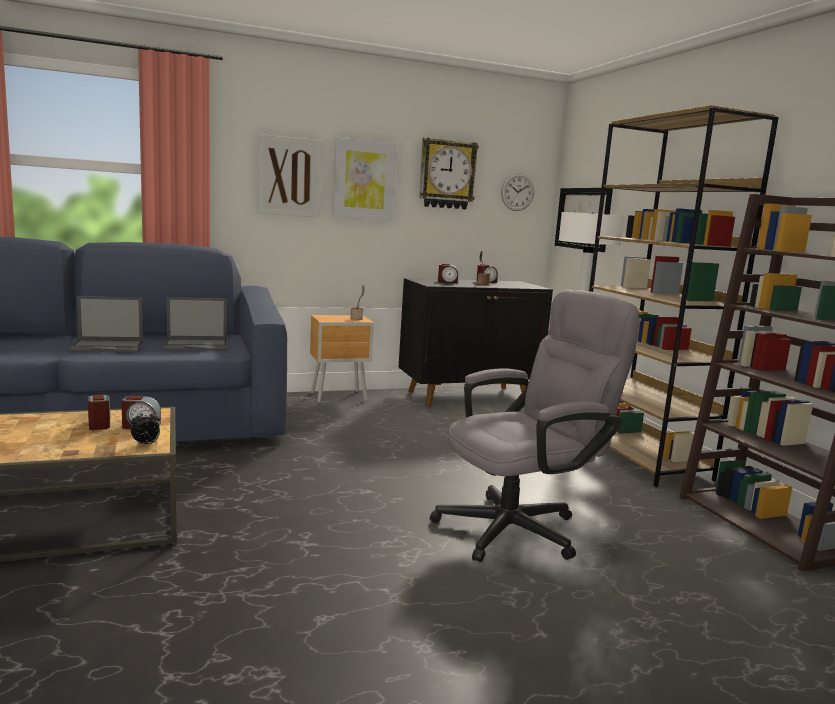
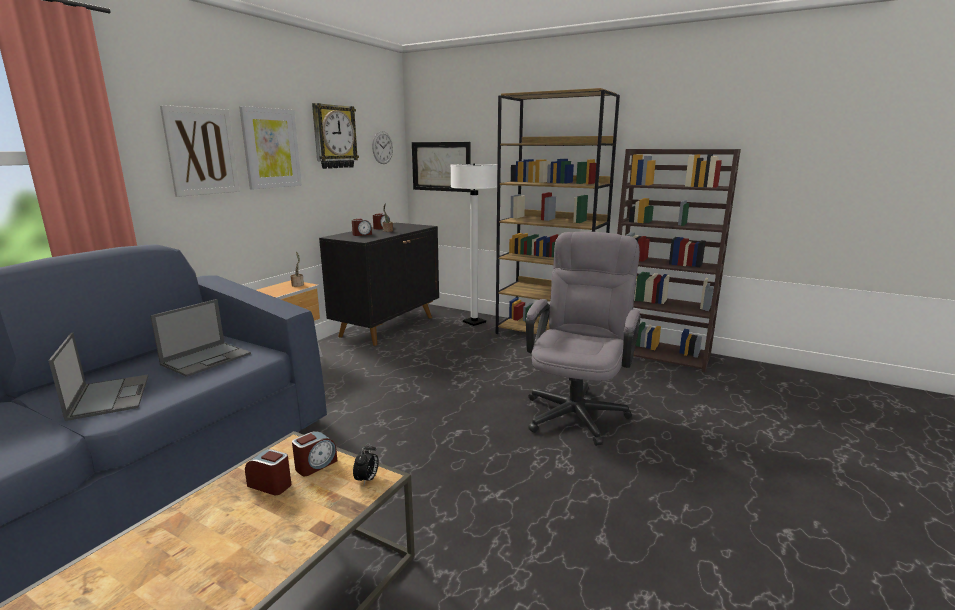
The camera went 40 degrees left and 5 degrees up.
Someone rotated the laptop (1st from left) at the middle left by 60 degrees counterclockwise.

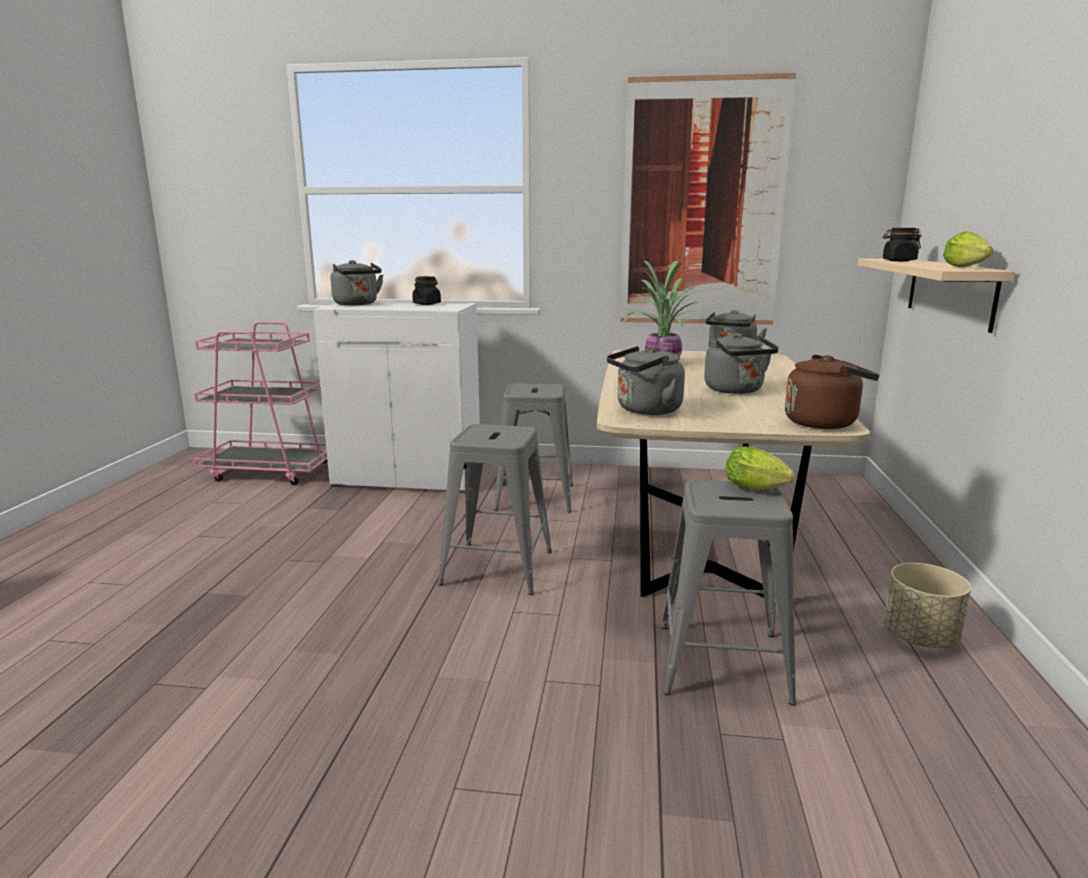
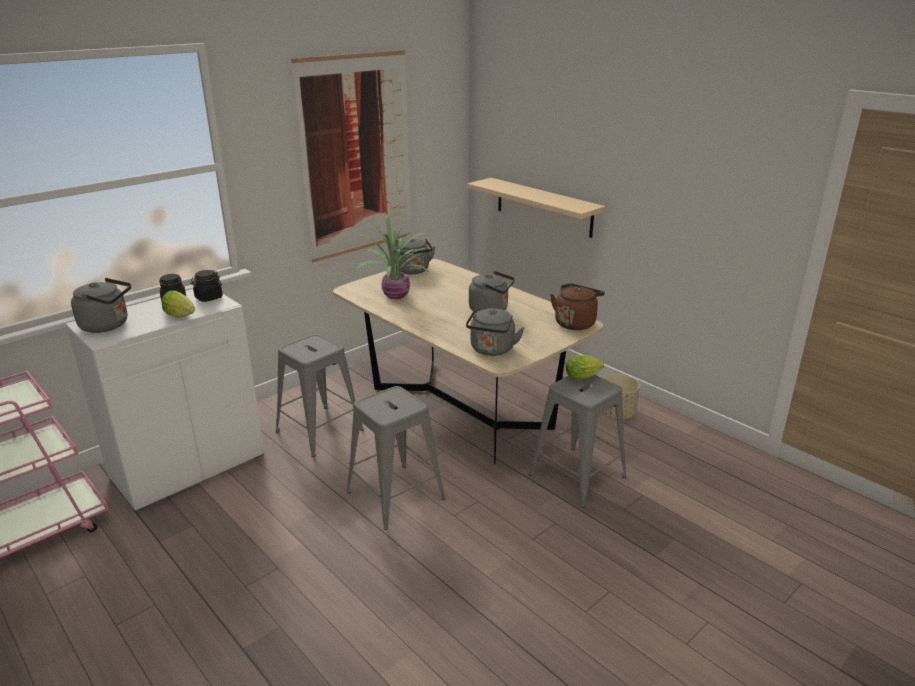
The camera went 50 degrees left and 10 degrees up.
Someone carried the black jar (2nd from left) from the top right to the middle left.
Someone carried the lettuce (2nd from left in the first image) from the top right to the middle left.

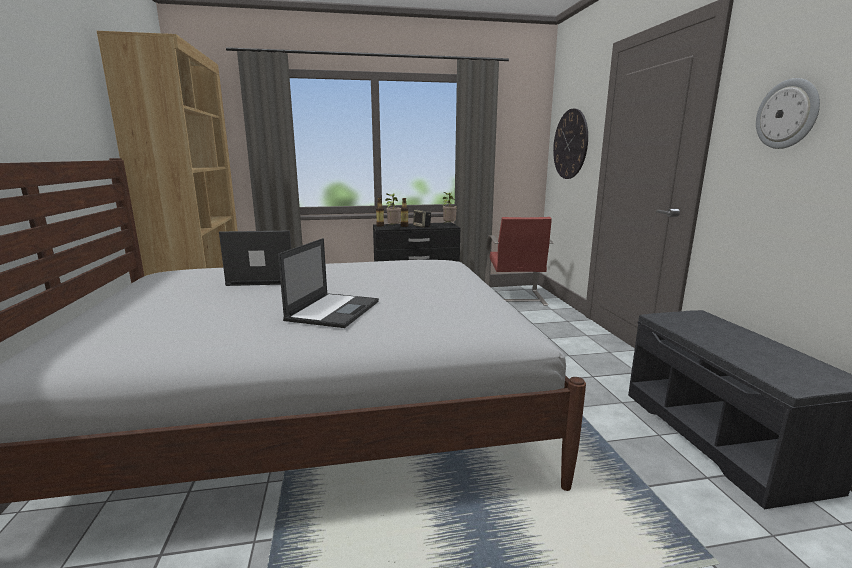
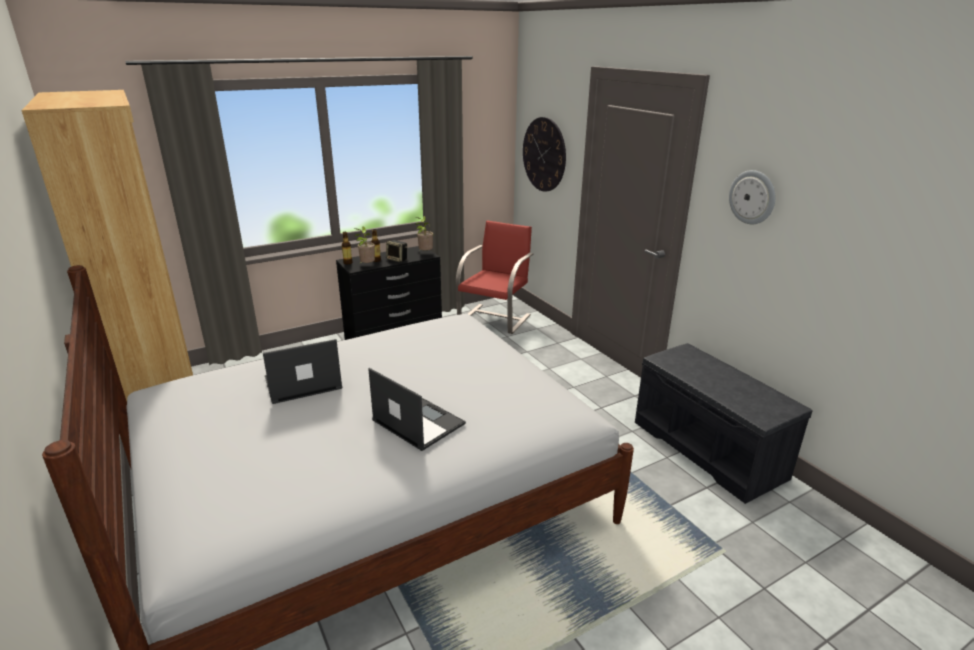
The camera went 20 degrees left and 10 degrees up.
Someone rotated the red chair at the centre by 135 degrees counterclockwise.
Someone rotated the laptop (2nd from left) at the centre by 45 degrees counterclockwise.

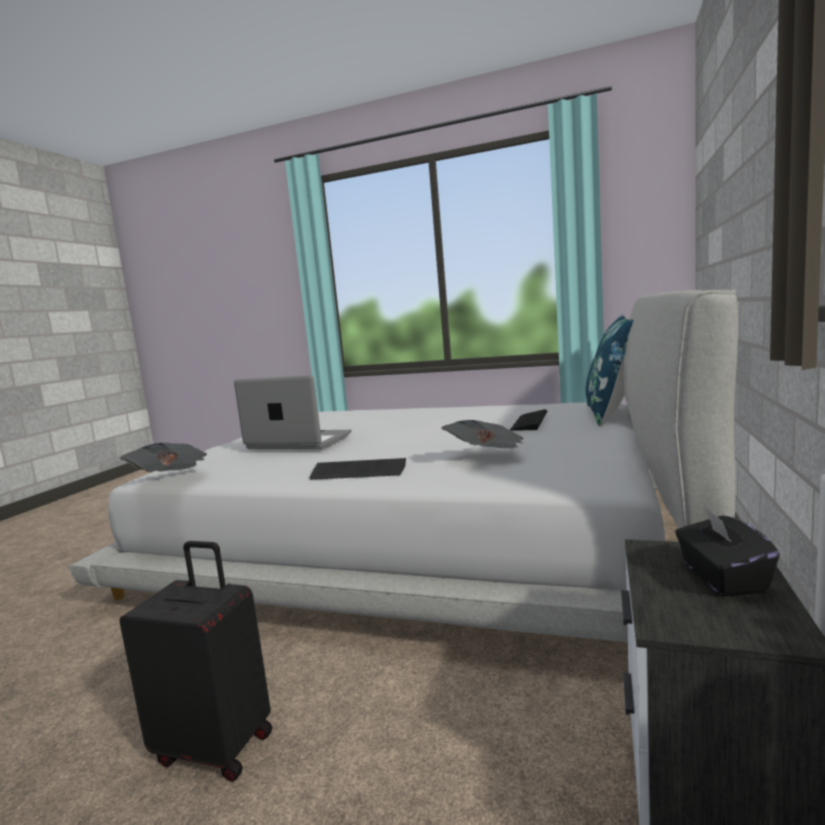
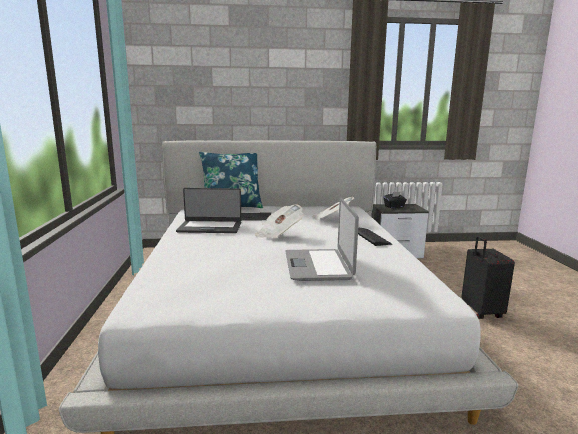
The camera went 115 degrees left and 5 degrees up.
Someone carried the newspaper (1st from left) from the middle left to the centre.
Someone put down the laptop (1st from left) at the centre.

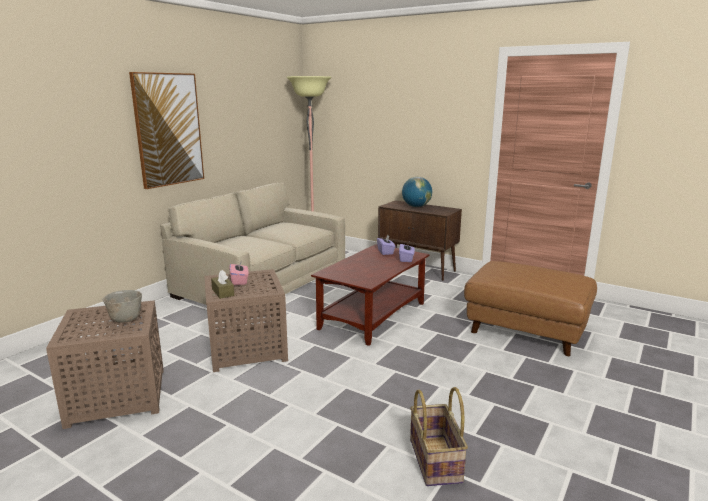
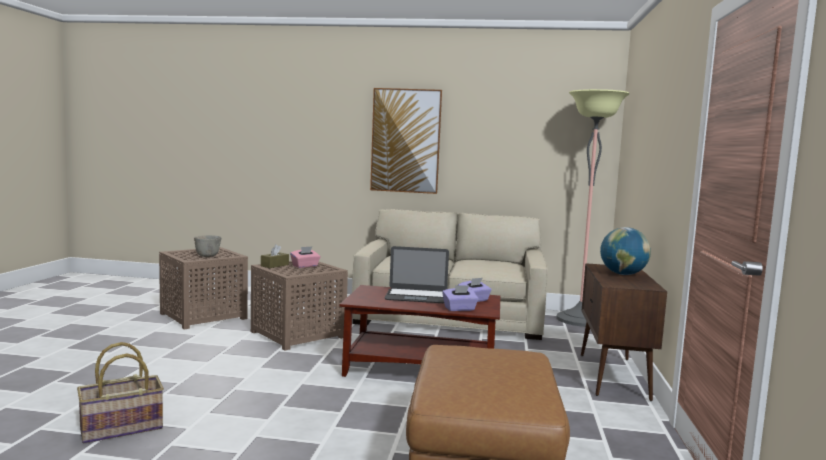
The camera went 65 degrees right and 10 degrees down.
Someone put down the laptop at the centre.

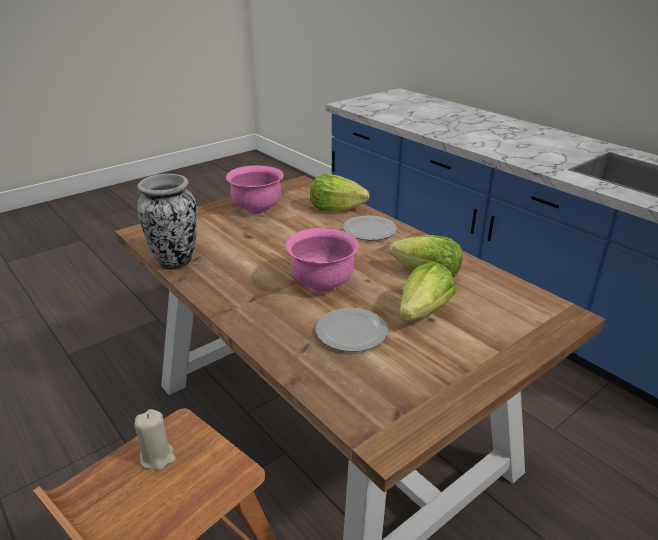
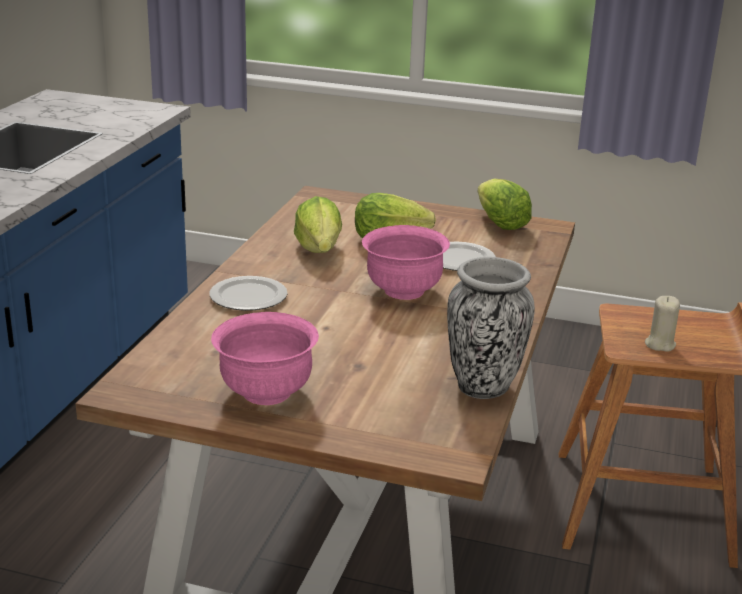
The camera went 125 degrees left and 5 degrees down.
Someone carried the lettuce (1st from left in the first image) from the centre to the middle right.

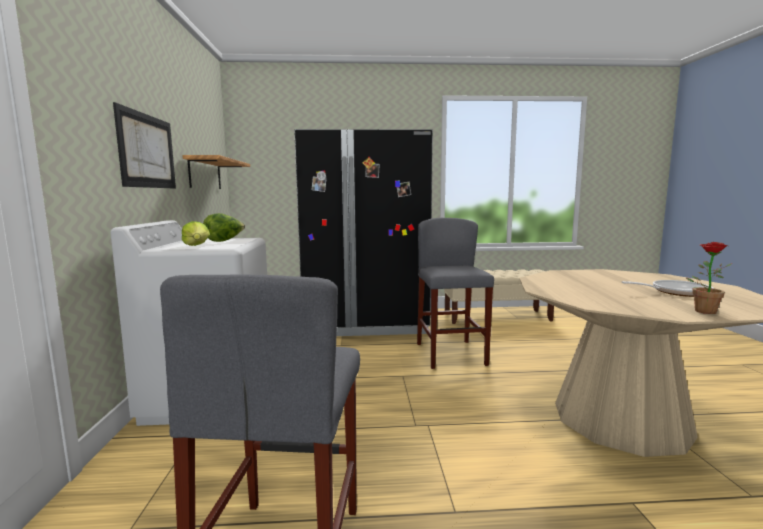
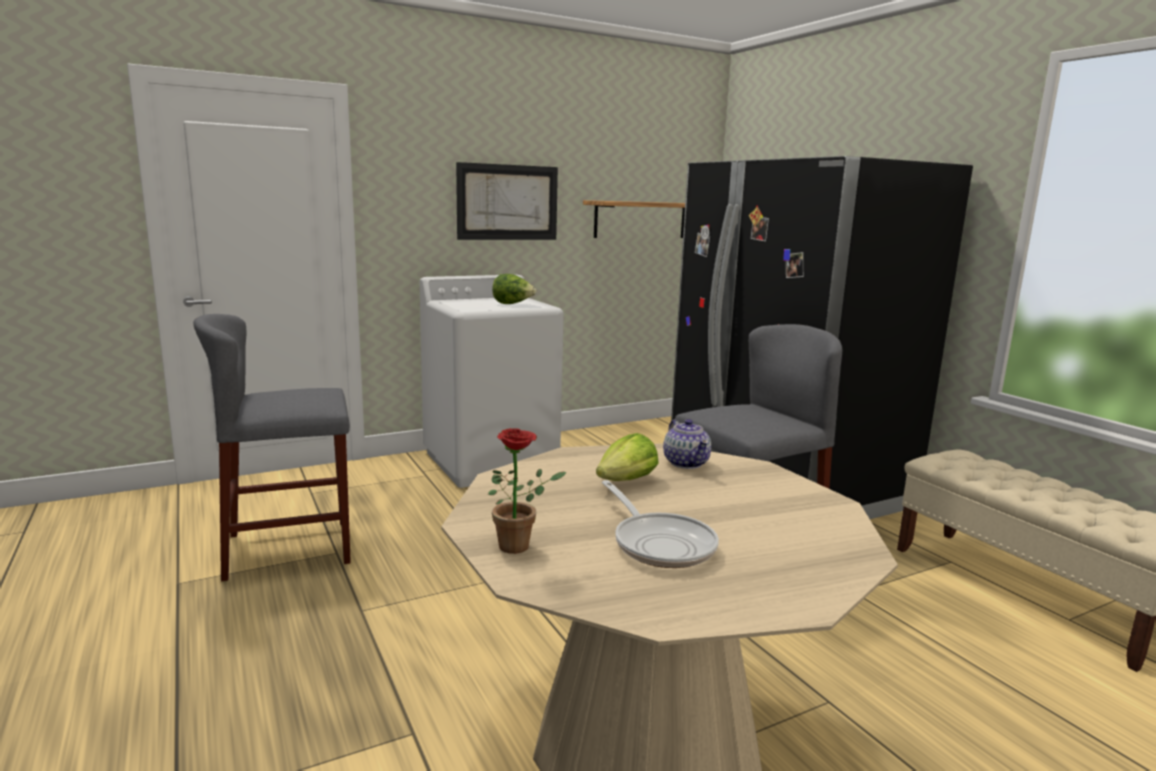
The camera went 65 degrees right and 5 degrees up.
Someone carried the lettuce (1st from left in the first image) from the middle left to the centre.
Someone put down the teapot at the centre.

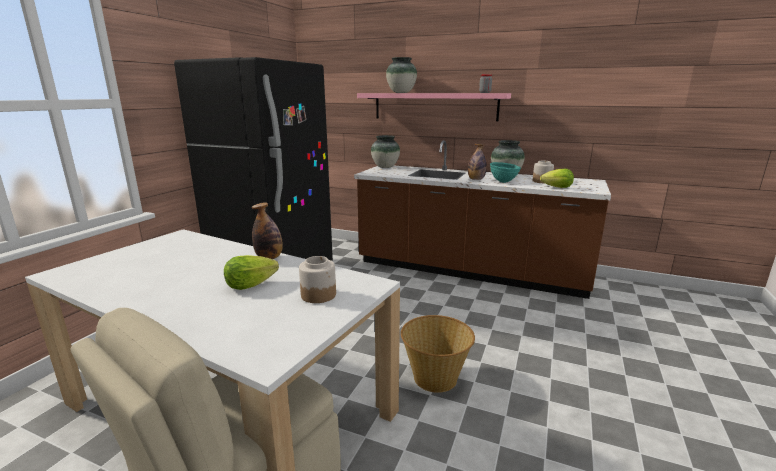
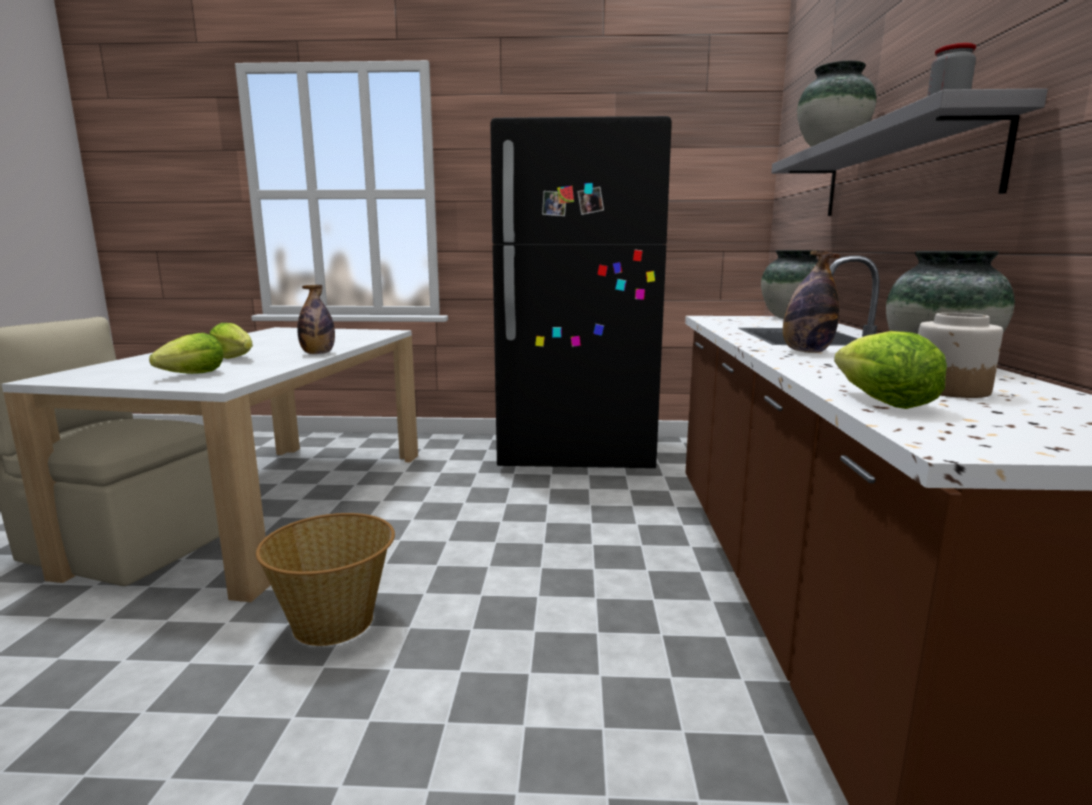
The camera went 70 degrees right and 5 degrees down.
Someone repainted the pink shelf at the top centre, which became the grey shelf at the top right.
Someone took away the turquoise bowl at the centre.
Someone swapped the jar (1st from left) at the centre for the lettuce (1st from left) at the middle left.

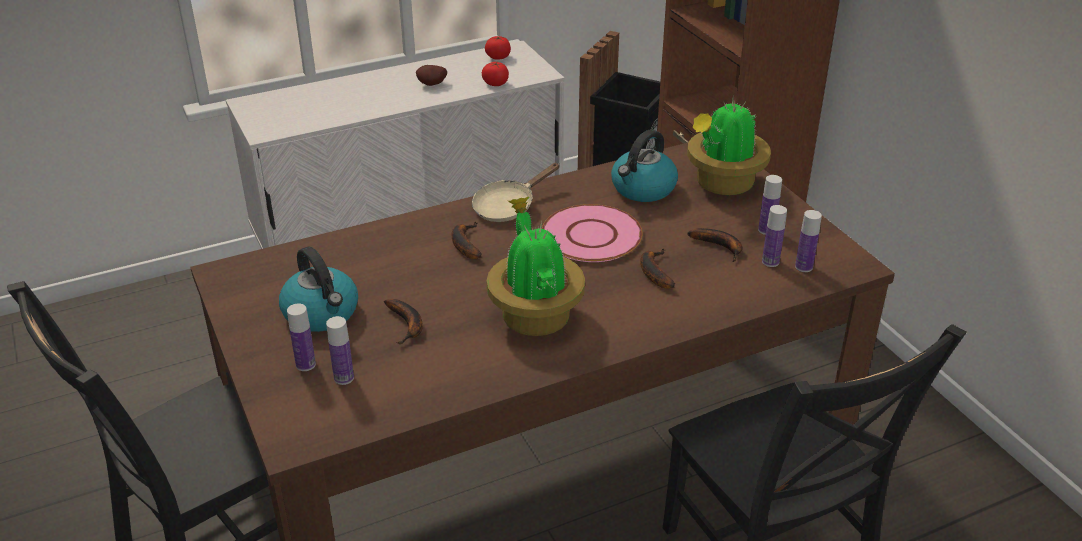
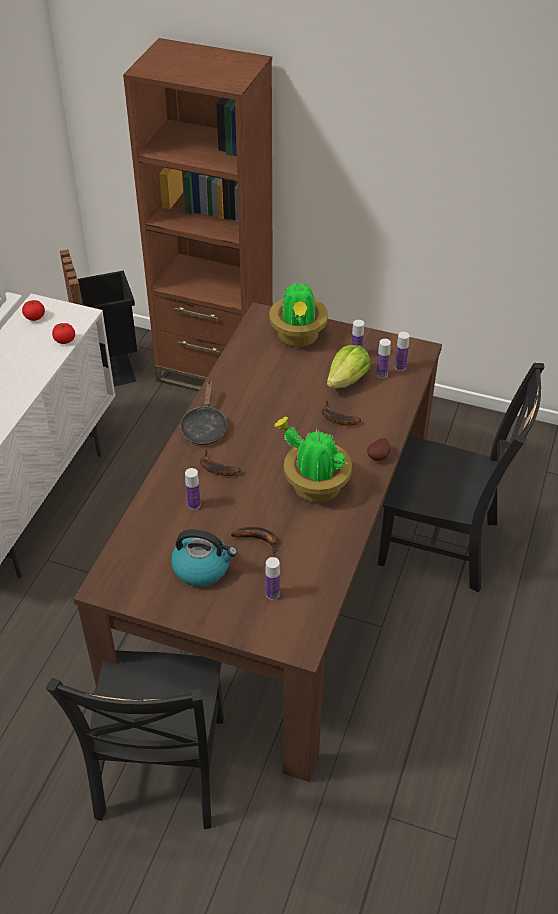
The camera went 45 degrees left and 10 degrees up.
Someone carried the potato from the top centre to the middle right.
Someone took away the kettle (2nd from left) at the top centre.
Someone repainted the beige frying pan at the centre, which became the black frying pan at the centre.
Someone took away the pink plate at the centre.
Someone swapped the banana (4th from left) at the centre for the lettuce at the centre.
Someone carried the bottle (1st from left) from the middle left to the centre.

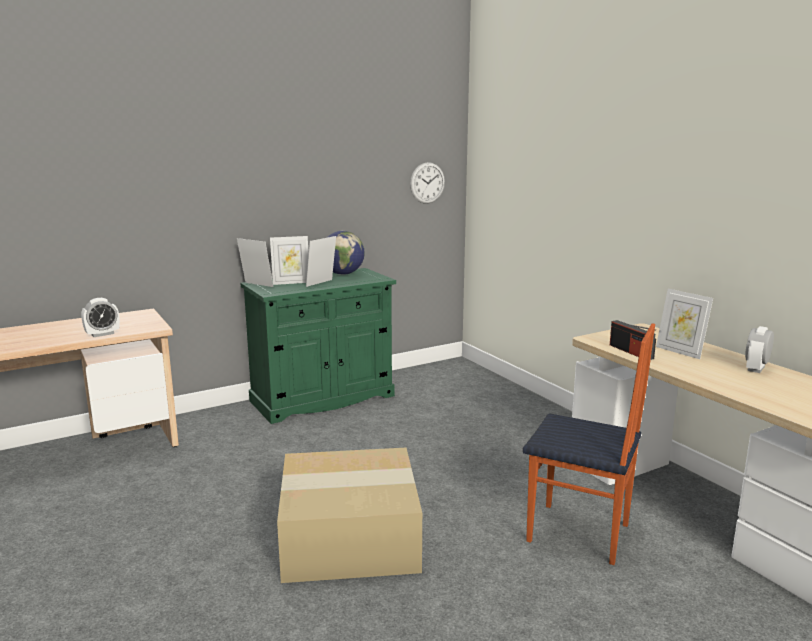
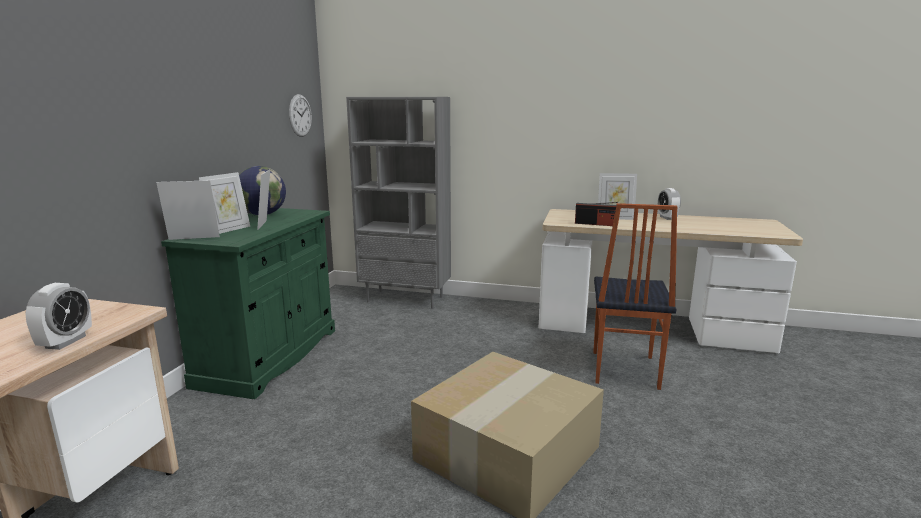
The camera went 45 degrees left and 0 degrees up.
Someone rotated the chair at the bottom right by 120 degrees clockwise.
Someone put down the grey bookcase at the centre.

